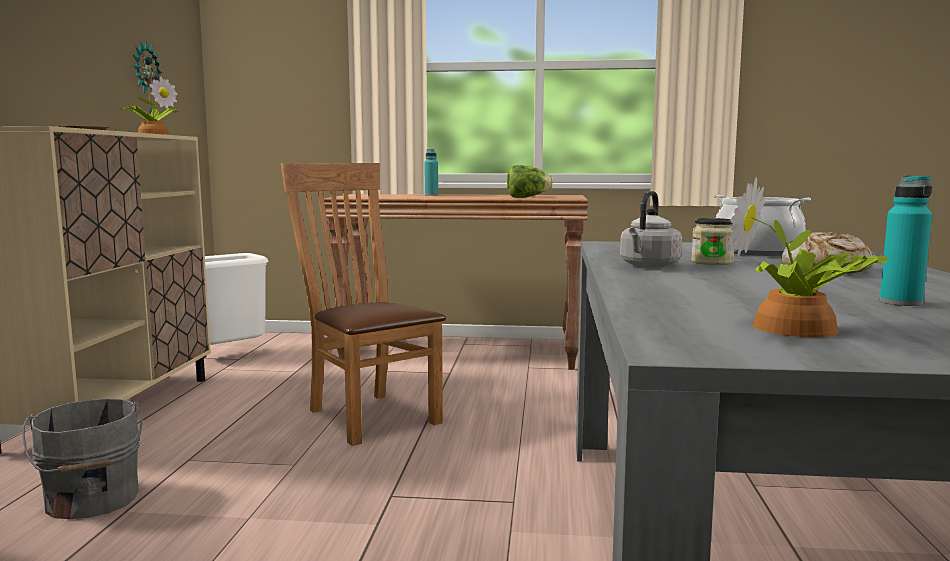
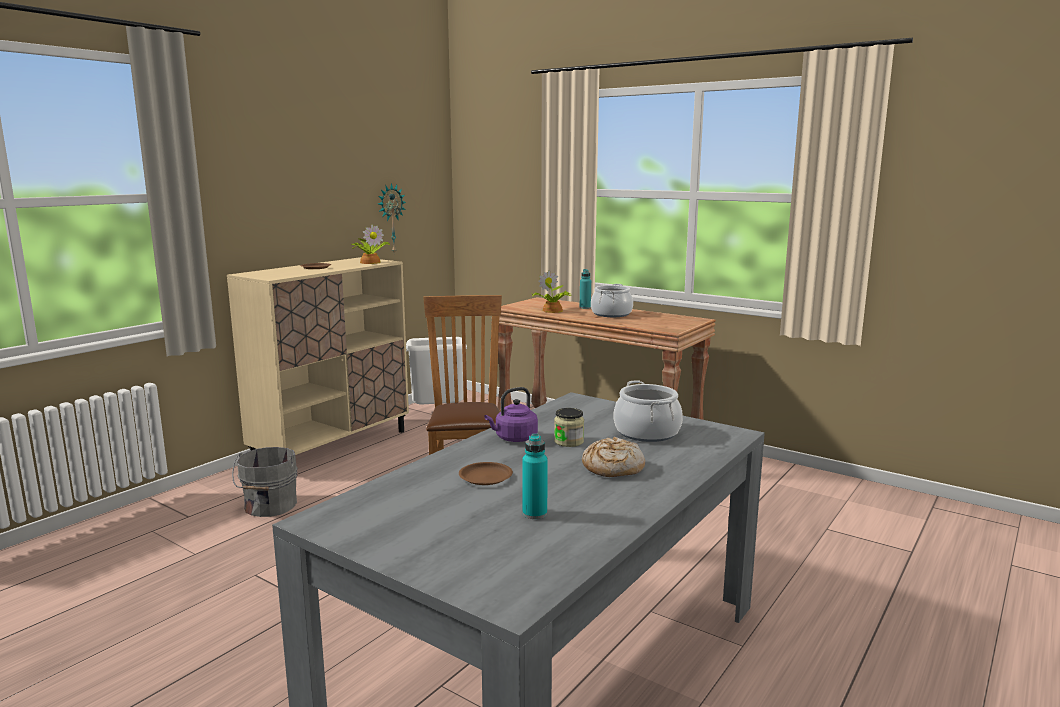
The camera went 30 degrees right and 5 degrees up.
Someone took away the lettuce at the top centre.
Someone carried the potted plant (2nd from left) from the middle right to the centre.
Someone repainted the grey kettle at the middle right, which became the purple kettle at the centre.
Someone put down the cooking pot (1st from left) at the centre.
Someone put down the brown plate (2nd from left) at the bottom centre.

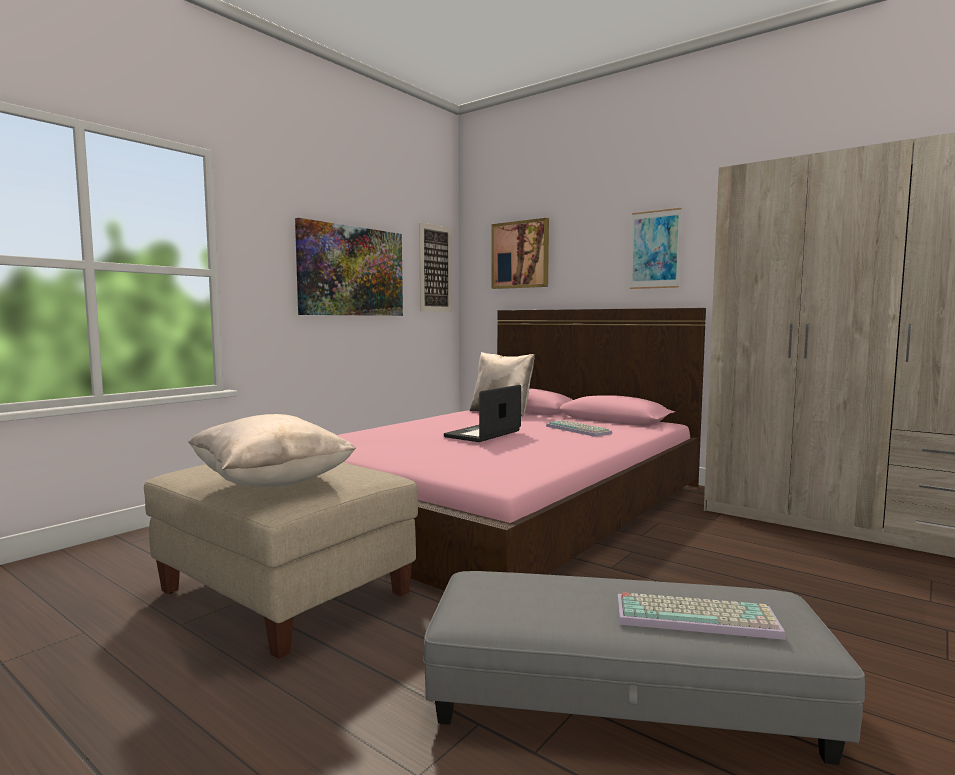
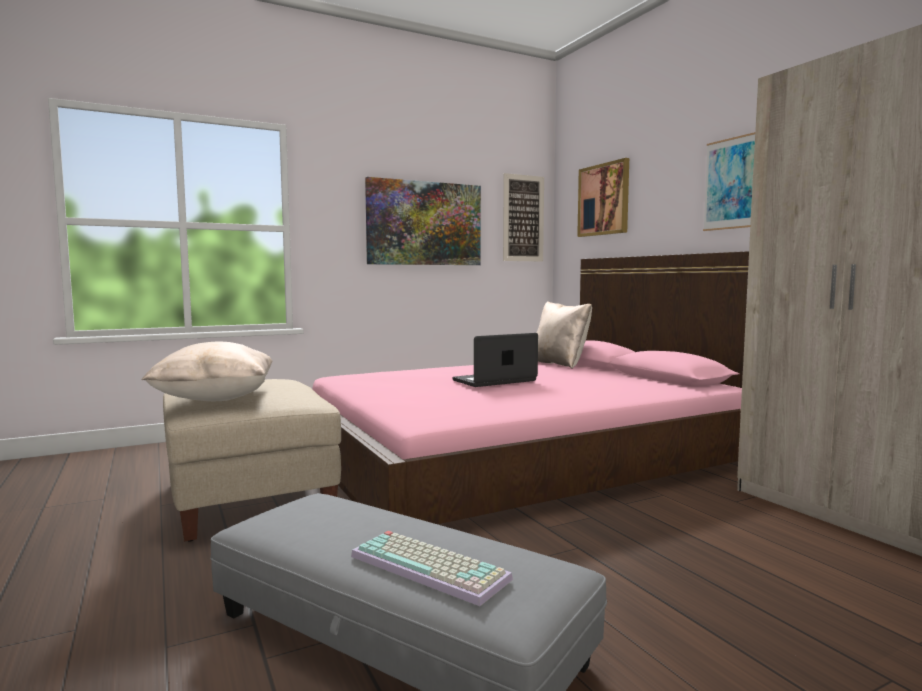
The camera went 25 degrees right and 0 degrees up.
Someone took away the keyboard (1st from left) at the centre.

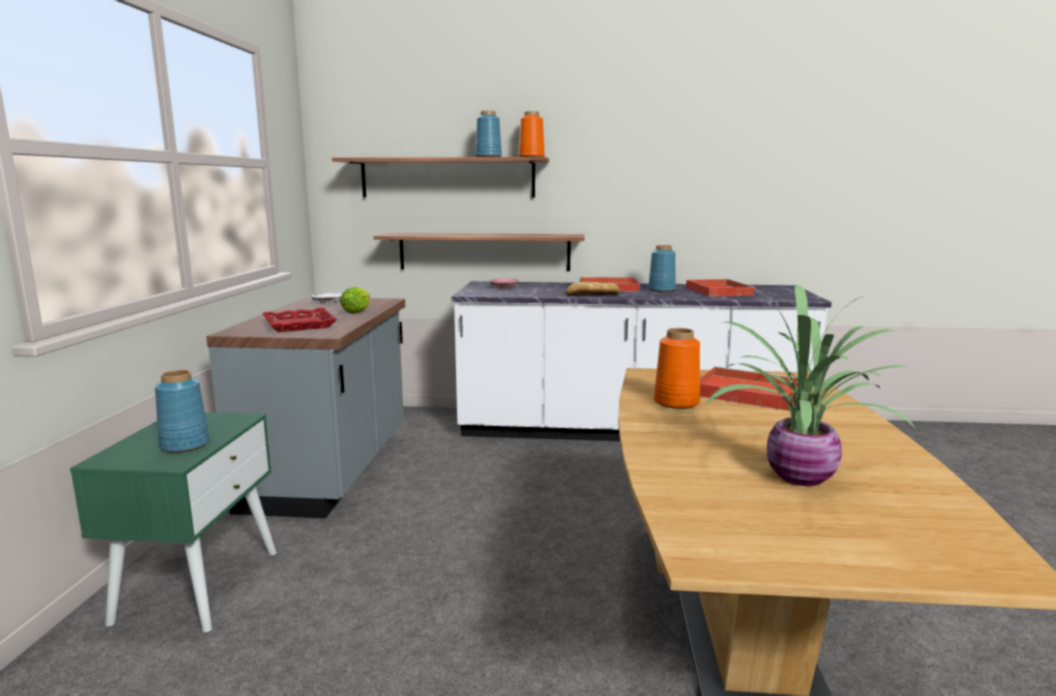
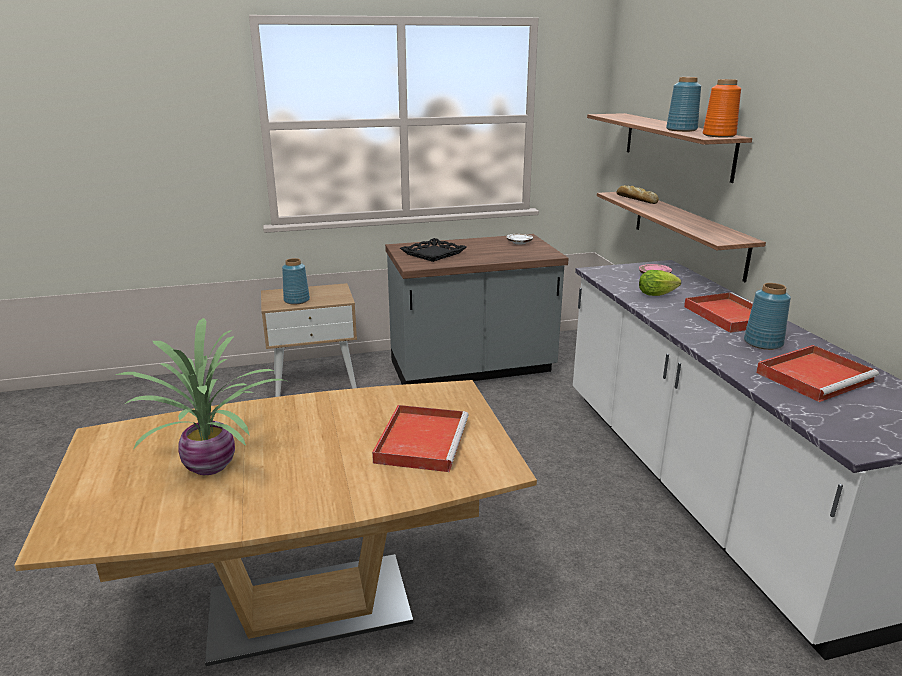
The camera went 70 degrees right and 10 degrees up.
Someone carried the bread from the centre to the top right.
Someone carried the lettuce from the centre to the middle right.
Someone repainted the red tray (1st from left) at the middle left, which became the black tray at the centre.
Someone took away the orange vase (2nd from left) at the centre.
Someone repainted the green nightstand at the bottom left, which became the beige nightstand at the centre.

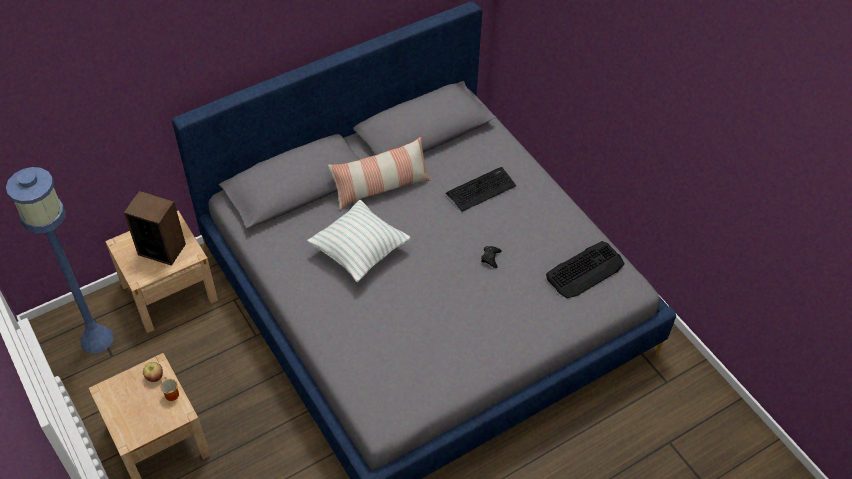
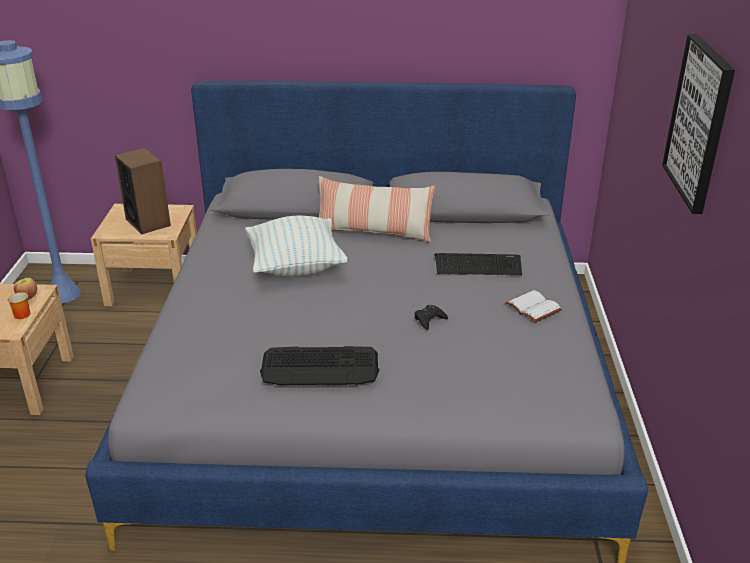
The camera went 35 degrees right and 20 degrees down.
Someone carried the keyboard (2nd from left in the first image) from the middle right to the centre.
Someone put up the picture at the top right.
Someone put down the white book at the middle right.

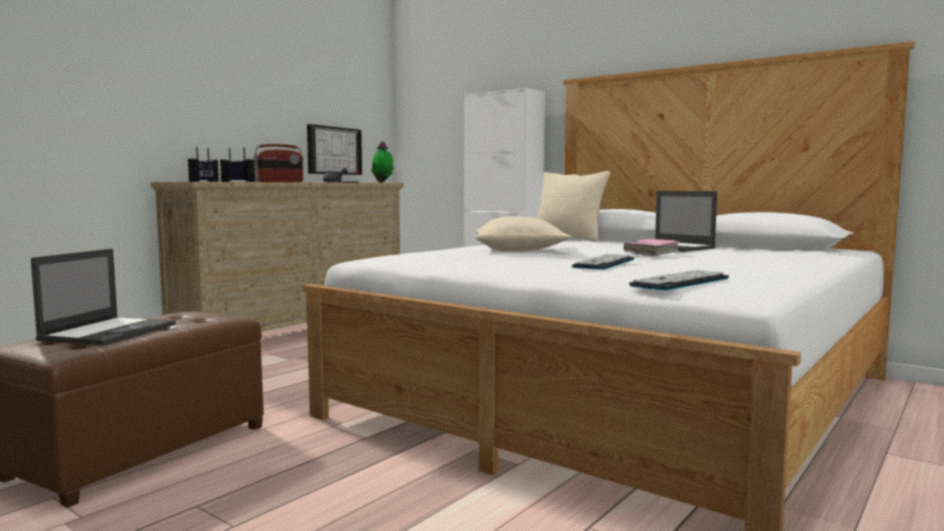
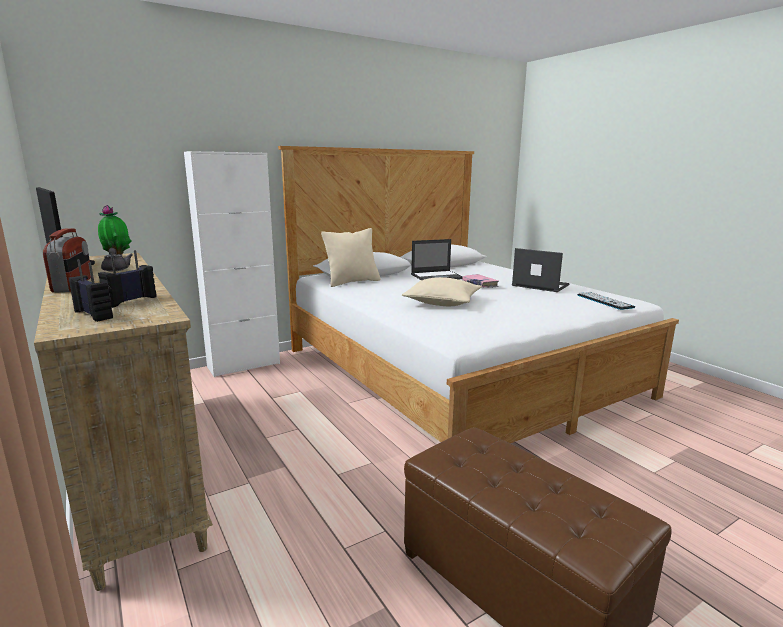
The camera went 70 degrees left and 10 degrees up.
Someone carried the laptop (1st from left in the first image) from the middle left to the middle right.
Someone took away the keyboard (1st from left) at the centre.

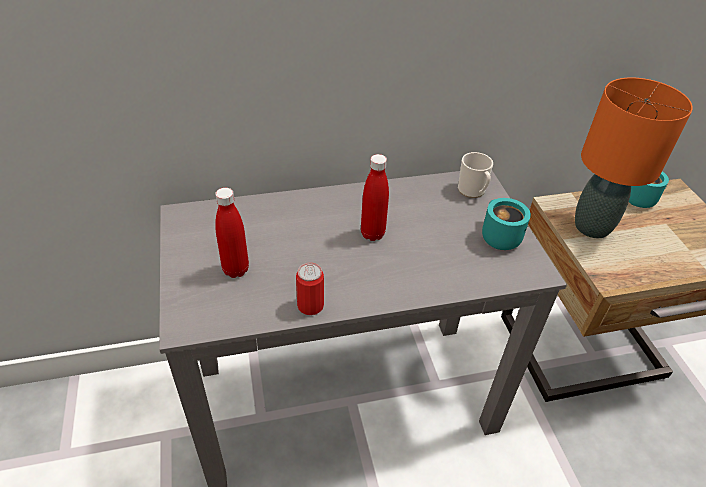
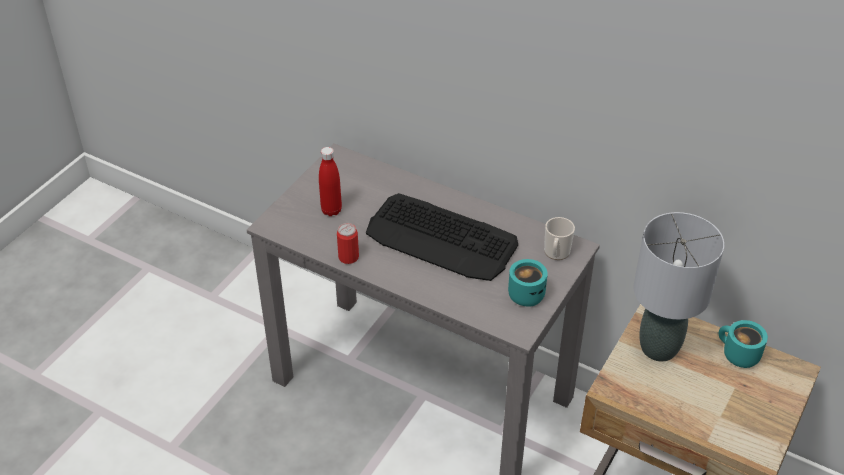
The camera went 45 degrees right and 0 degrees up.
Someone repainted the orange table lamp at the top right, which became the grey table lamp at the middle right.
Someone swapped the red bottle (2nd from left) at the centre for the keyboard at the centre.

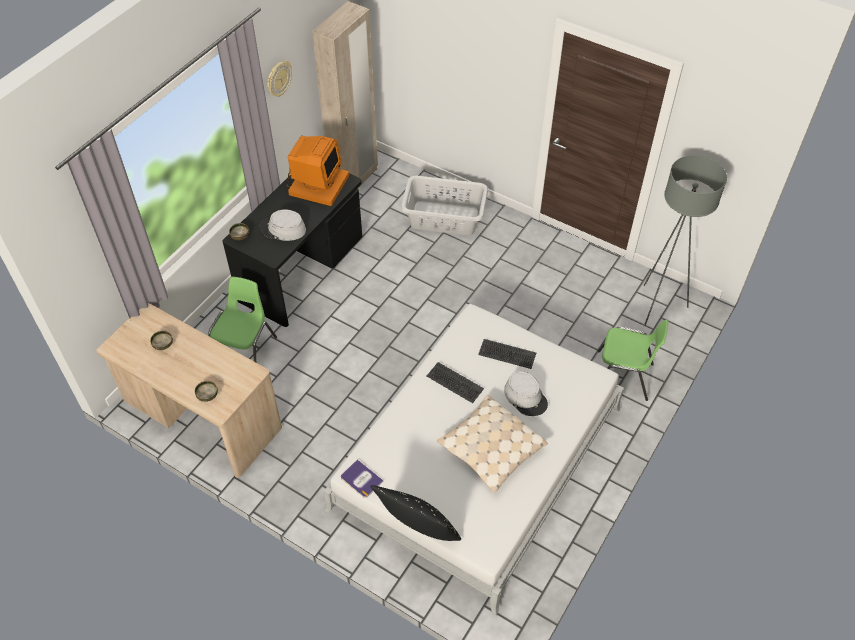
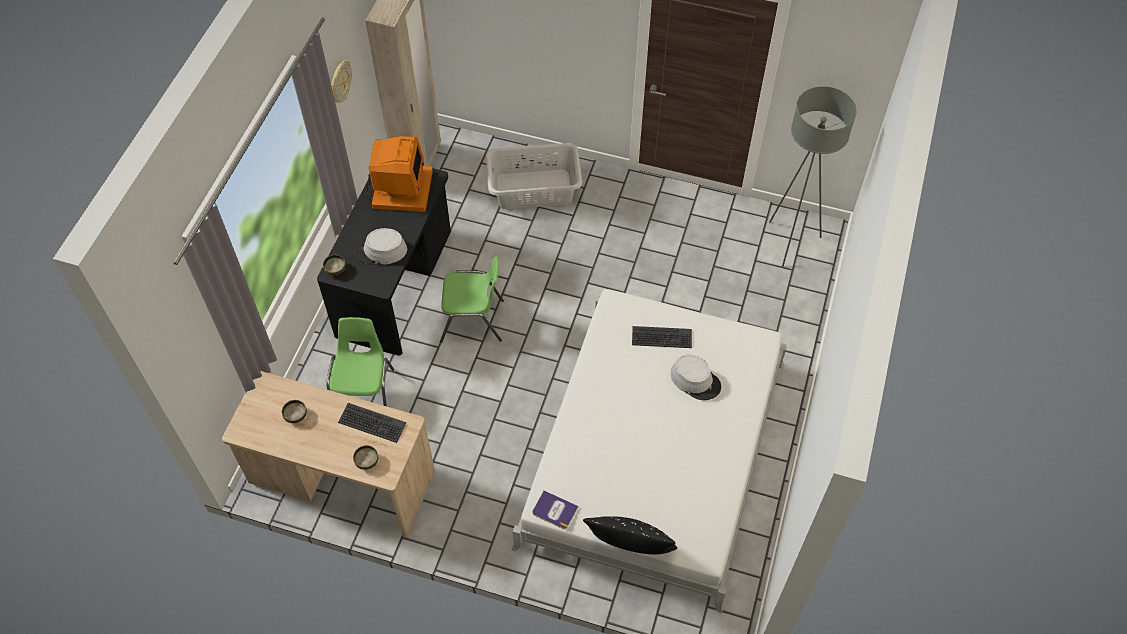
The camera went 15 degrees left and 5 degrees up.
Someone carried the green chair (2nd from left) from the middle right to the centre.
Someone carried the keyboard (1st from left) from the centre to the bottom left.
Someone took away the beige pillow at the bottom centre.

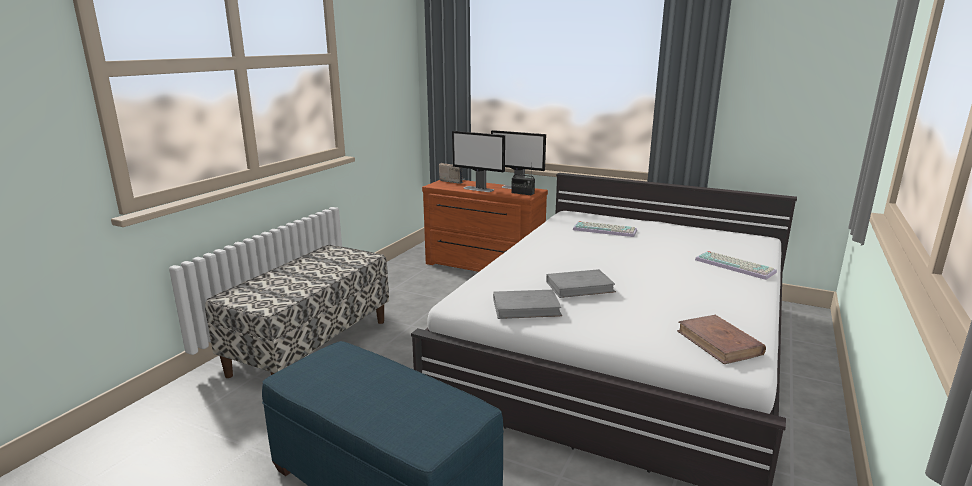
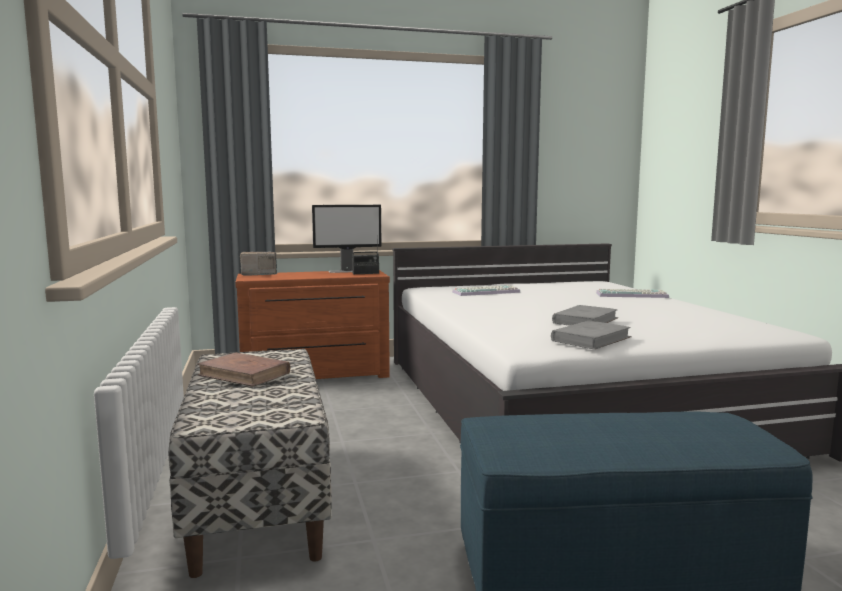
The camera went 40 degrees left and 10 degrees down.
Someone took away the monitor (1st from left) at the top centre.
Someone carried the brown book from the bottom right to the middle left.

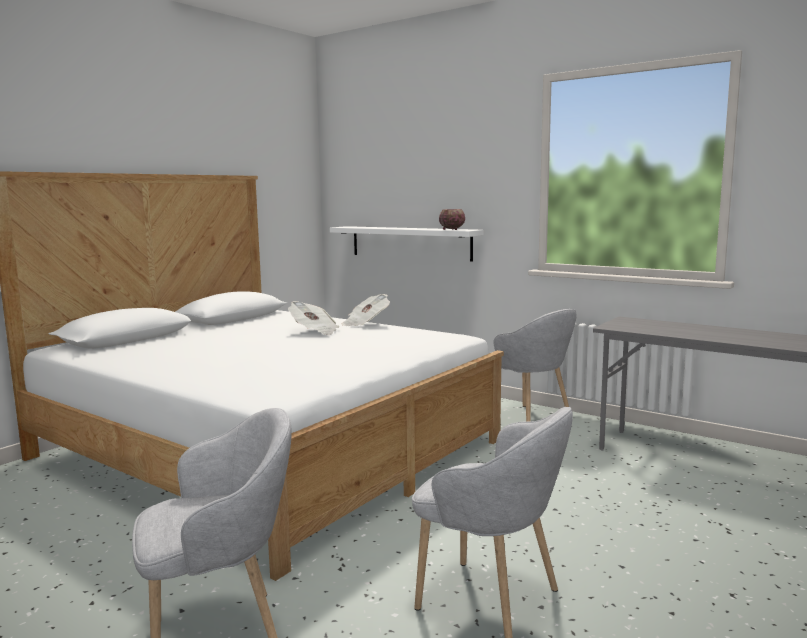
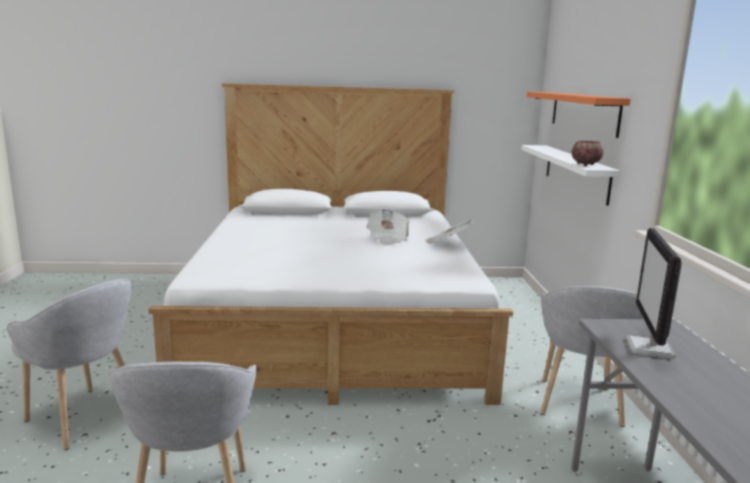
The camera went 50 degrees right and 5 degrees up.
Someone put up the orange shelf at the top right.
Someone put down the monitor at the middle right.

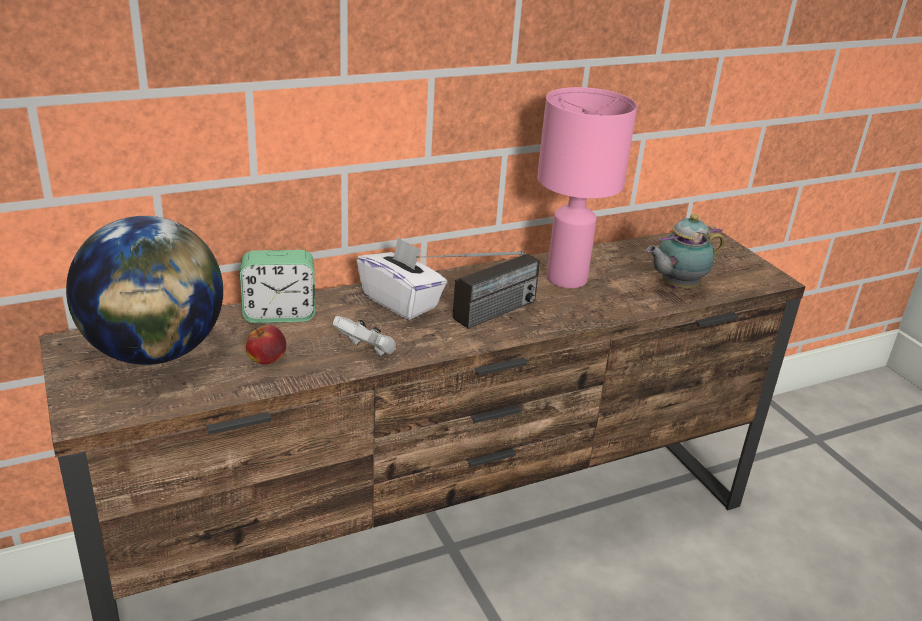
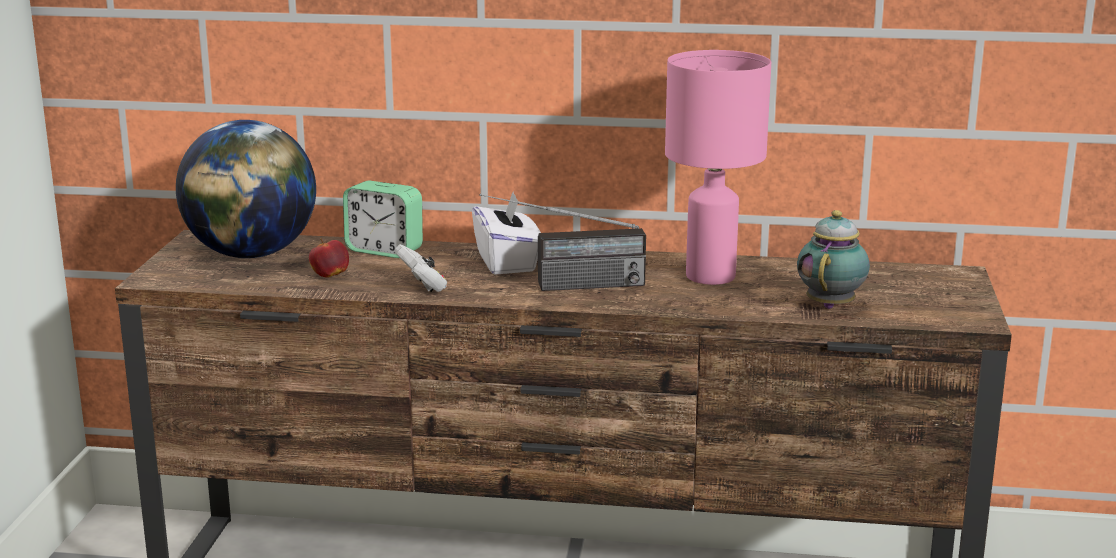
The camera went 35 degrees right and 10 degrees down.
Someone rotated the teapot at the middle right by 105 degrees clockwise.

